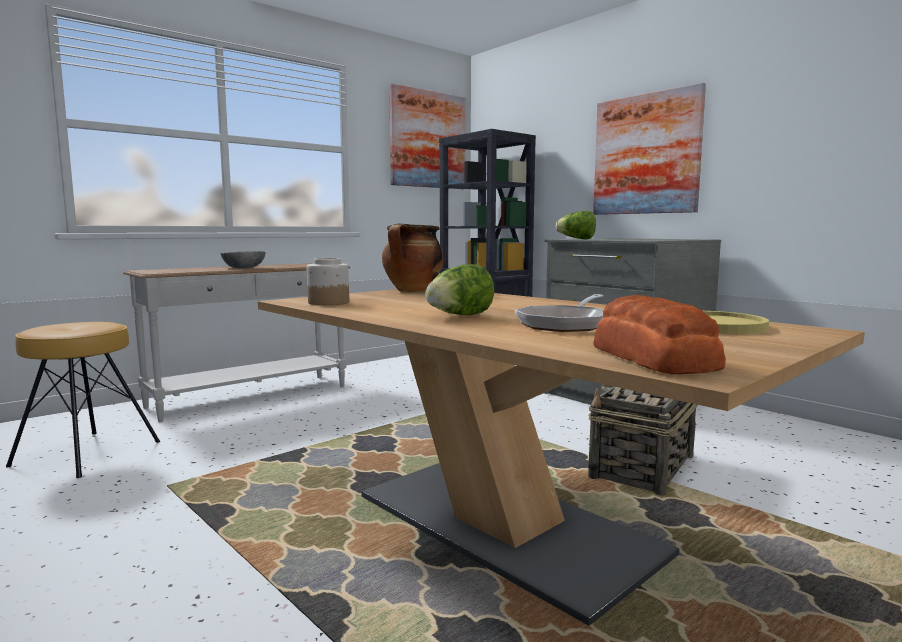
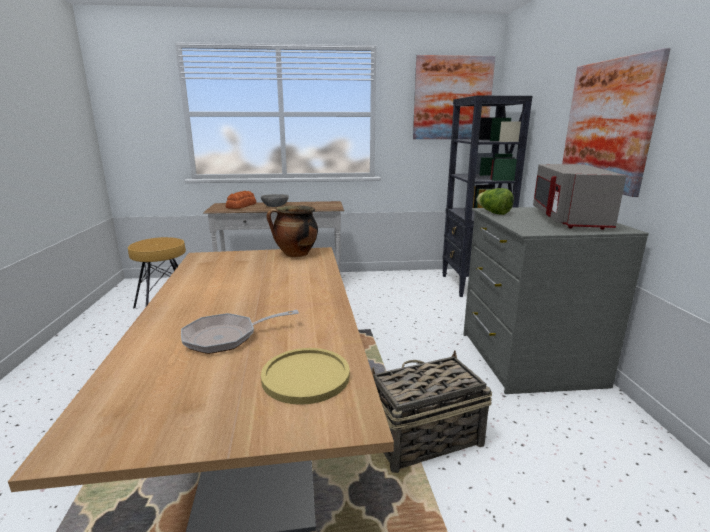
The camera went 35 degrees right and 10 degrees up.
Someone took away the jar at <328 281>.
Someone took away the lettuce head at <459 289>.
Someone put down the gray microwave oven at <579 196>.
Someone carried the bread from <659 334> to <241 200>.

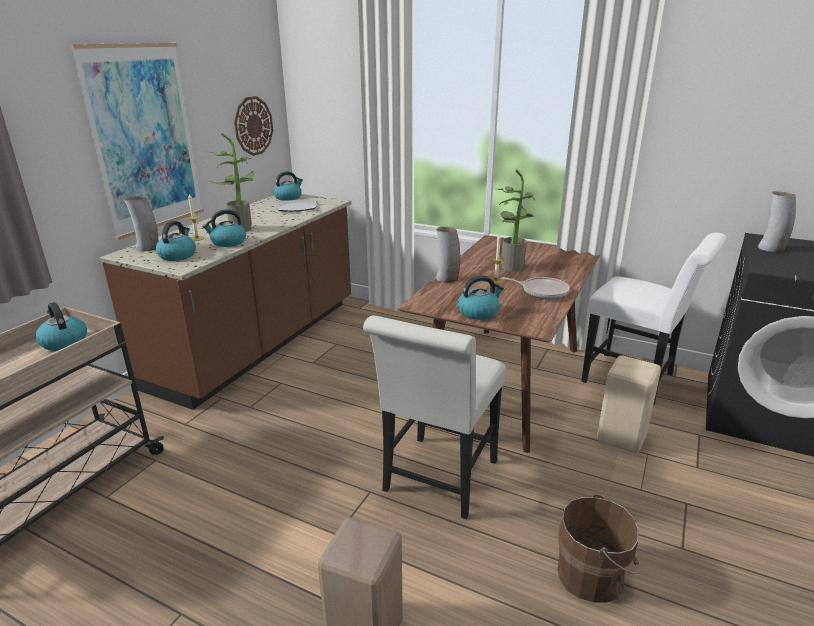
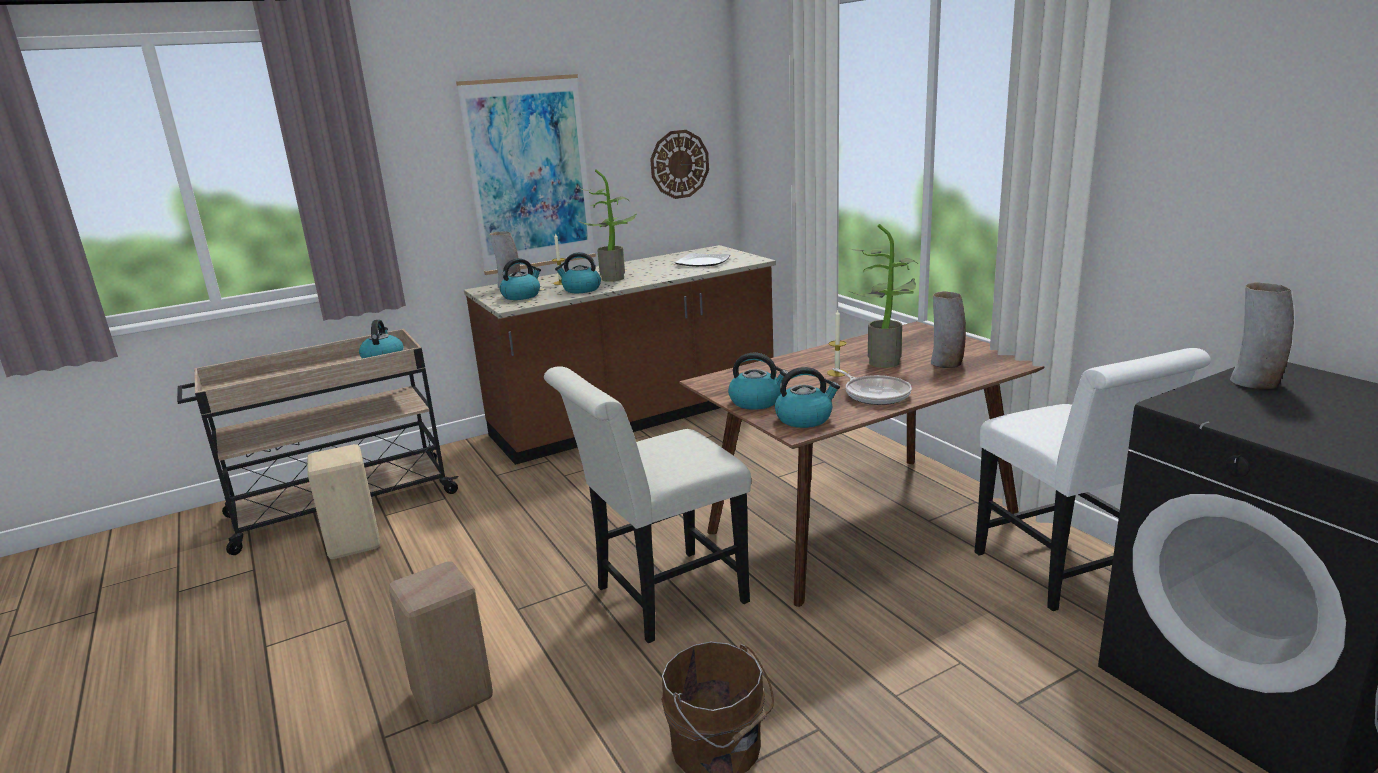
The camera went 35 degrees right and 5 degrees down.
Someone carried the tea kettle from <288 185> to <807 397>.
Someone carried the decorative vase from <448 254> to <948 329>.
Someone carried the beige sitting stool from <629 404> to <343 501>.

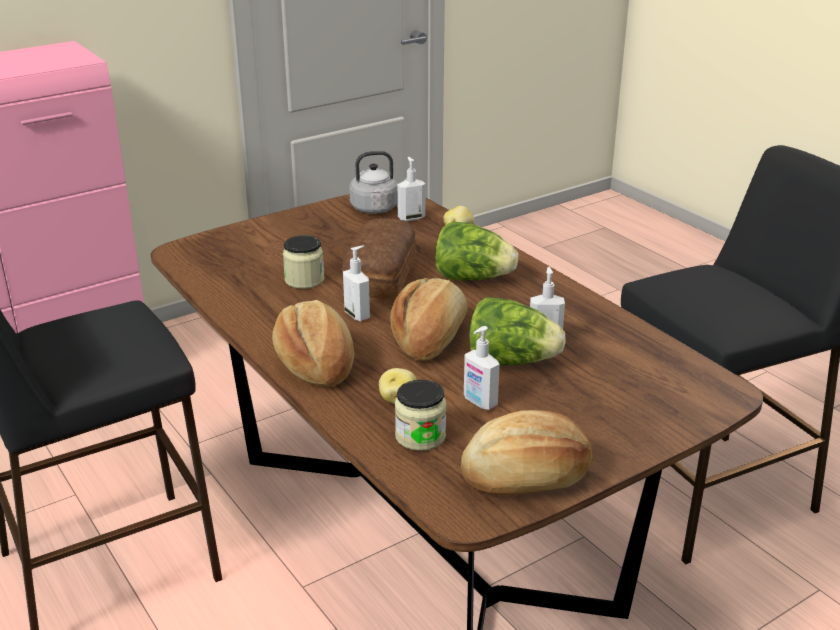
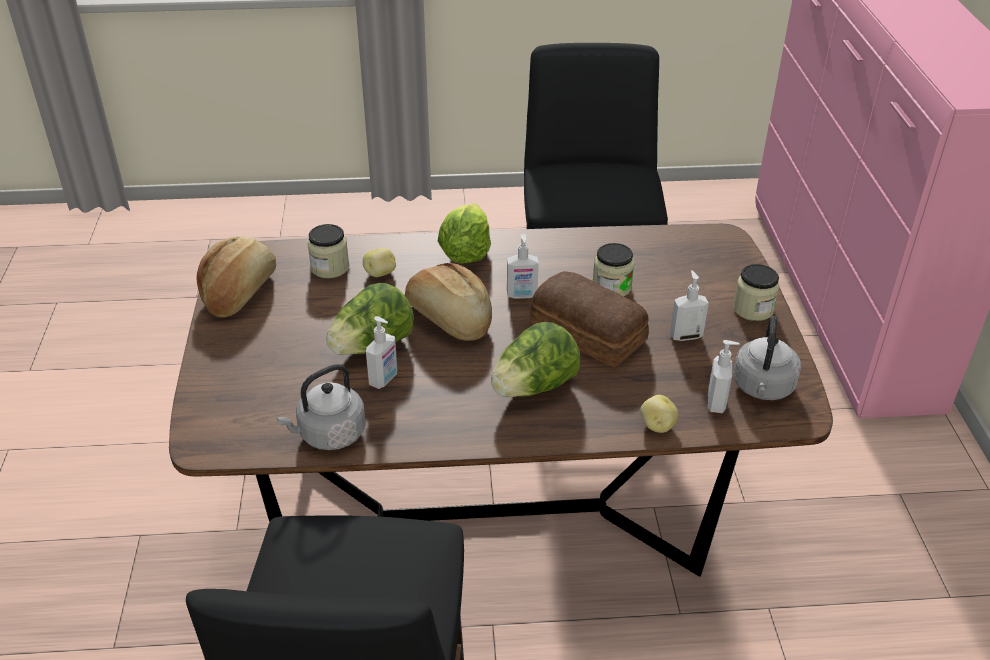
The camera went 120 degrees right and 10 degrees up.
Someone put down the gray tea kettle at <321 407>.
Someone put down the jar at <756 292>.
Someone carried the liquid soap bottle from <482 368> to <689 305>.
Someone swapped the bread at <313 343> for the lettuce head at <464 233>.

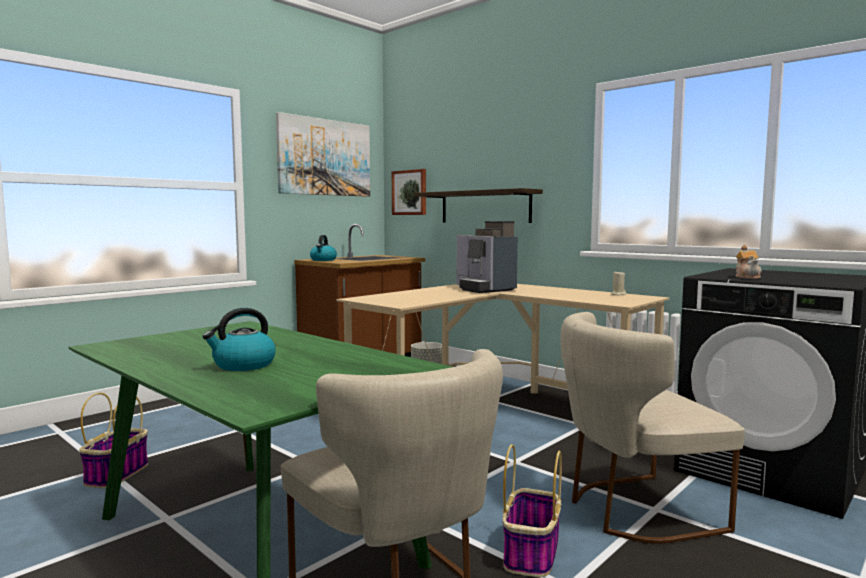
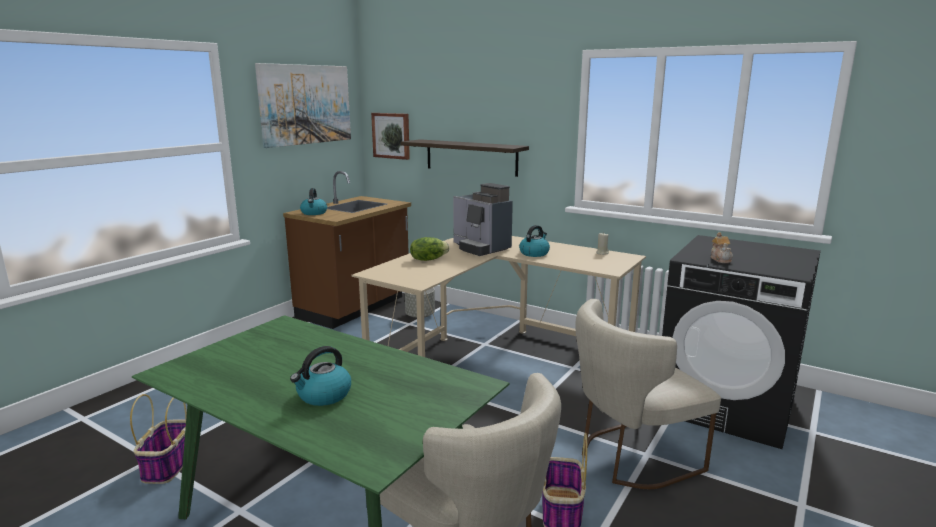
The camera went 10 degrees left and 10 degrees up.
Someone put down the lettuce head at <429 249>.
Someone put down the tea kettle at <534 241>.

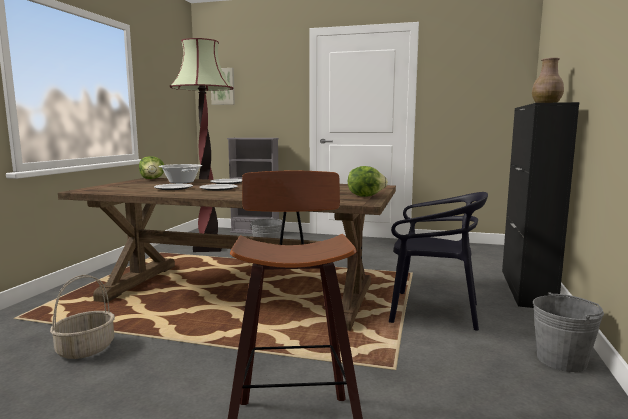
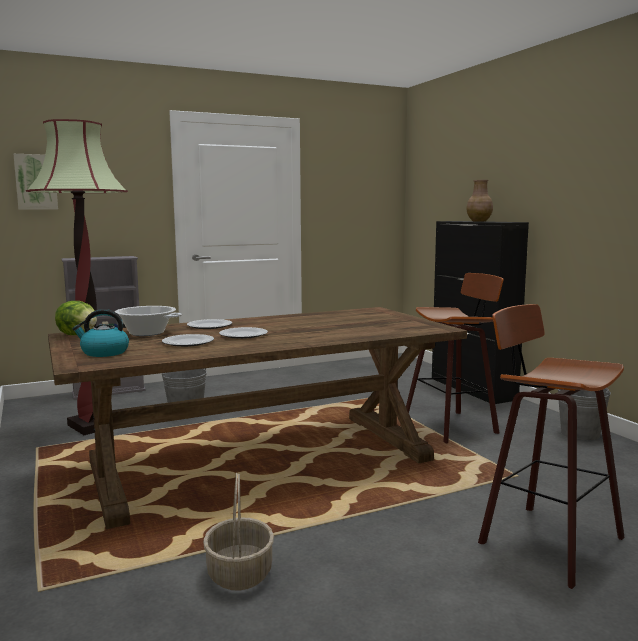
The camera went 40 degrees left and 0 degrees up.
Someone took away the lettuce head at <368 181>.
Someone put down the tea kettle at <100 333>.
Someone swapped the blackish chair at <438 261> for the sitting stool at <455 358>.

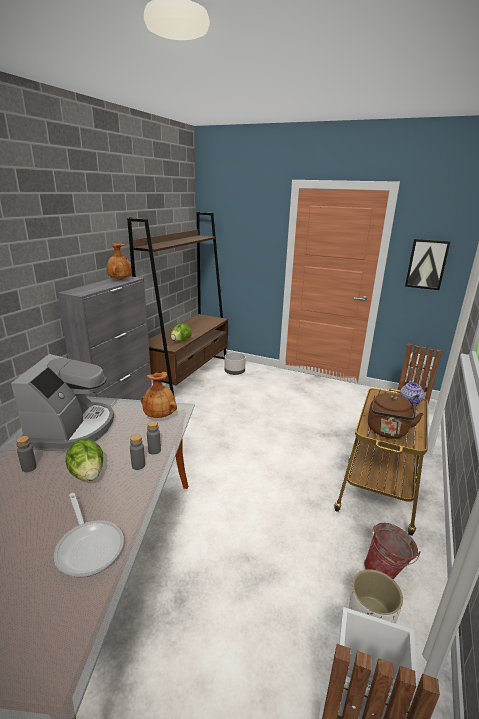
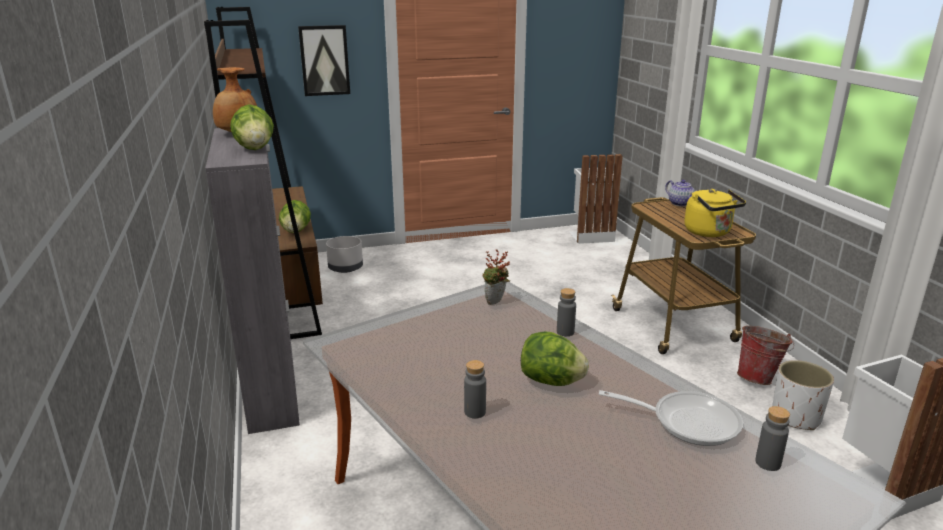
The camera went 40 degrees left and 0 degrees up.
Someone took away the coffee machine at <62 402>.
Someone put down the lettuce head at <252 127>.
Someone carried the gray beverage bottle from <137 452> to <772 438>.
Someone carried the picture from <428 264> to <324 60>.
Someone swapped the brown-coloured decorative vase at <159 395> for the potted plant at <496 277>.
Someone repainted the brown-coloured tea kettle at <395 415>, which became the yellow-coloured tea kettle at <715 213>.

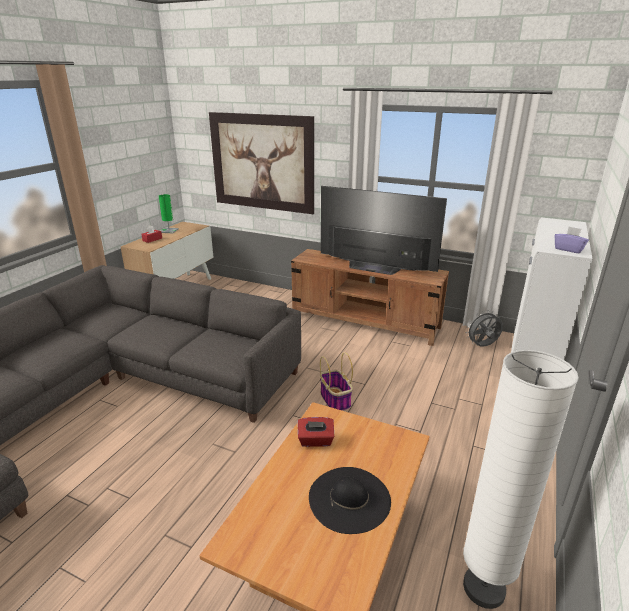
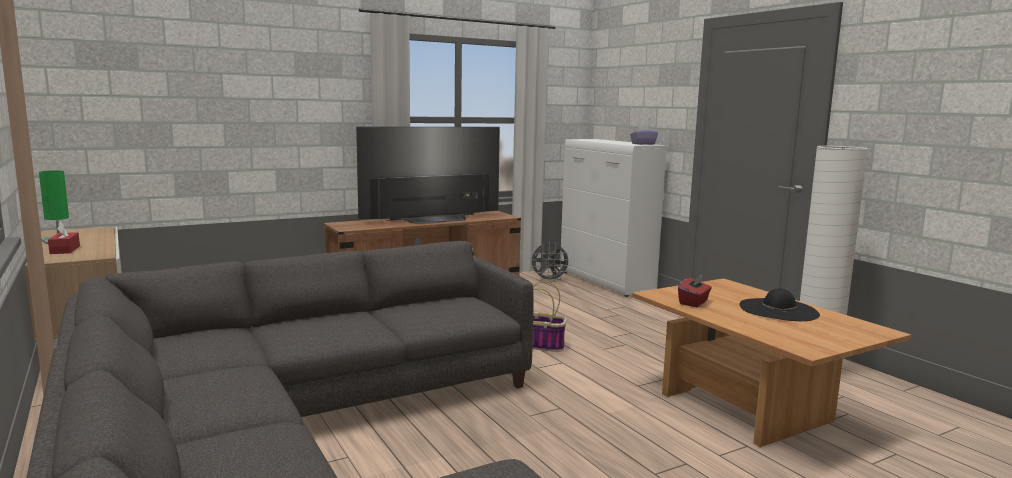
The camera went 55 degrees left and 15 degrees down.
Someone took away the picture at <261 163>.
Someone rotated the gray cooling fan at <484 328> by 120 degrees counterclockwise.

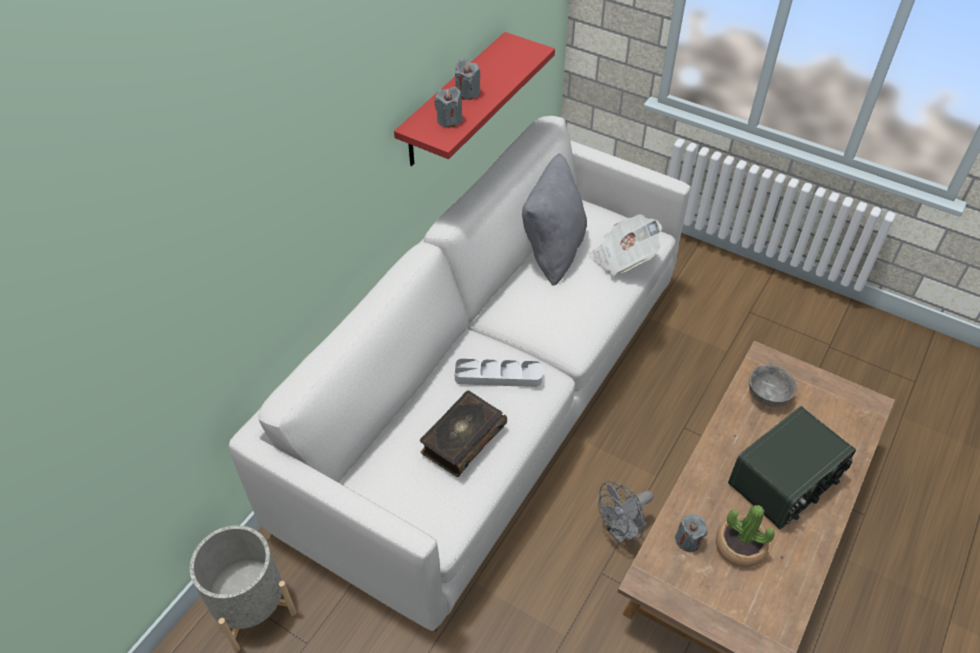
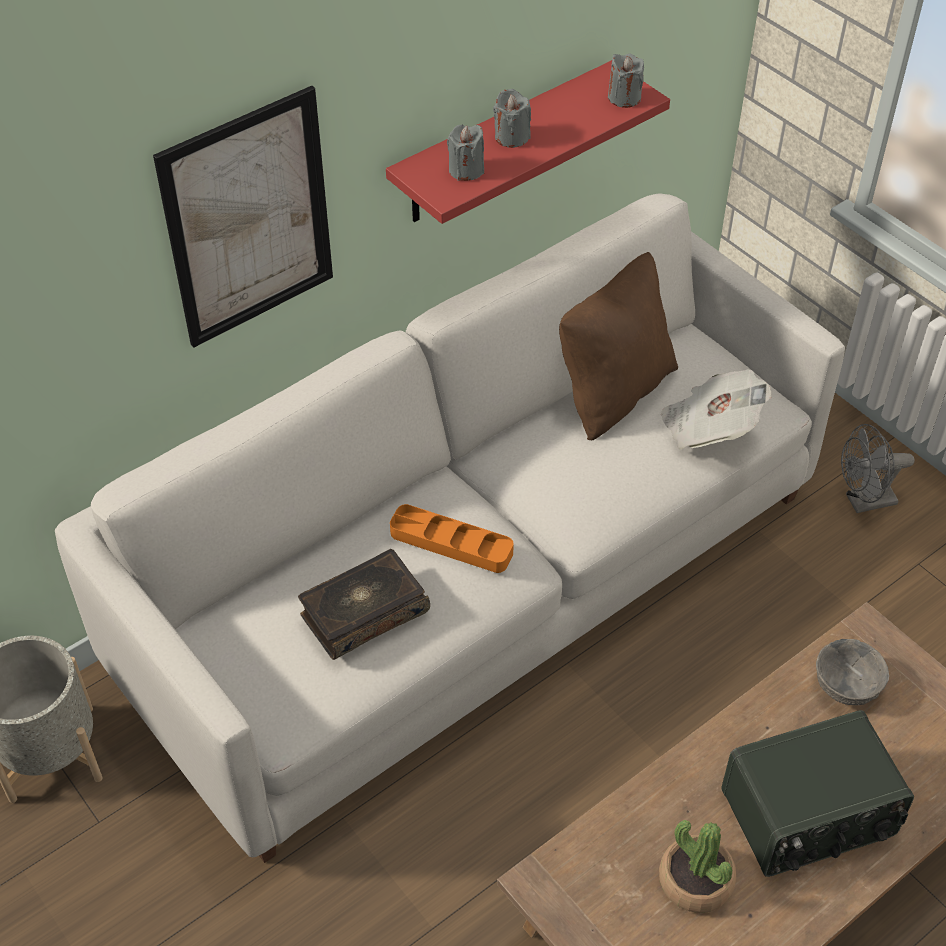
The camera went 20 degrees right and 0 degrees up.
Someone put up the picture at <243 217>.
Someone carried the gray cooling fan from <626 512> to <878 468>.
Someone carried the gray wax light from <691 533> to <626 81>.
Someone repainted the gray tray at <498 372>, which became the orange-coloured tray at <452 538>.
Someone repainted the gray throw pillow at <554 219>, which became the brown-coloured throw pillow at <618 346>.

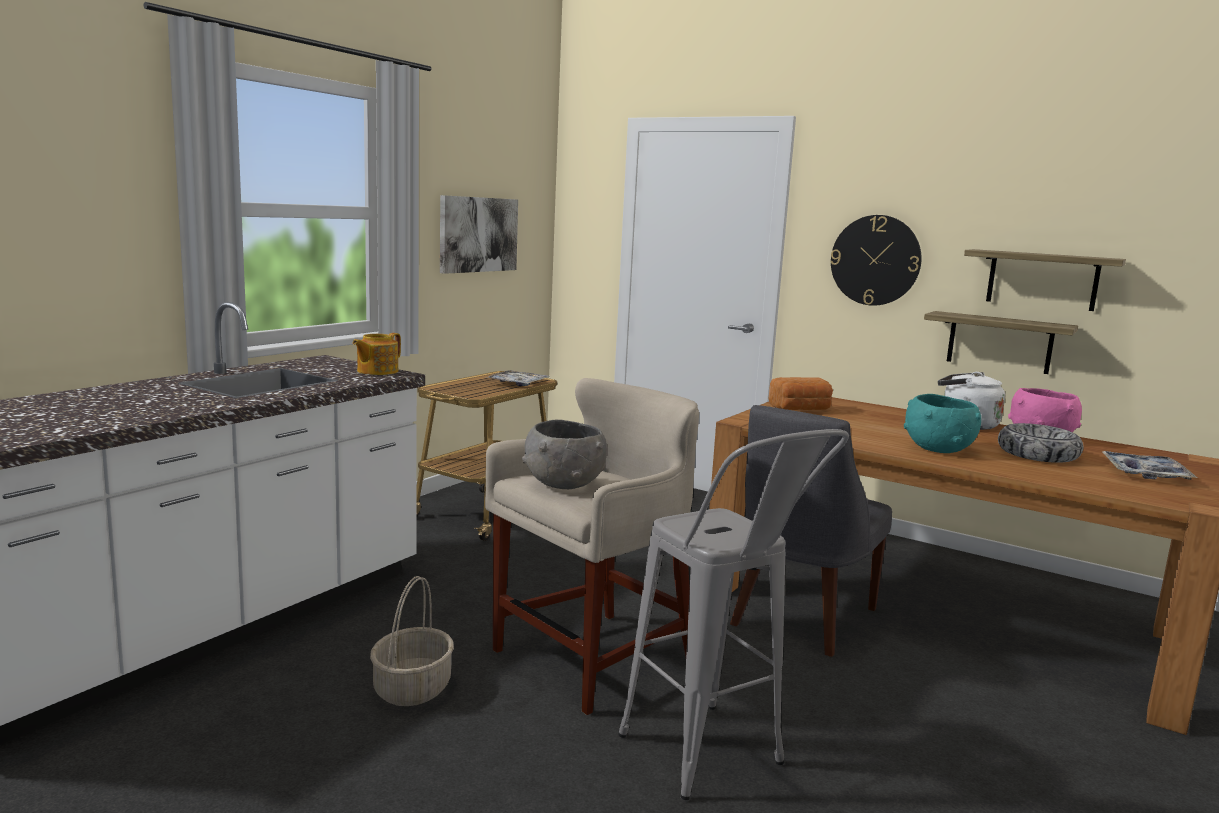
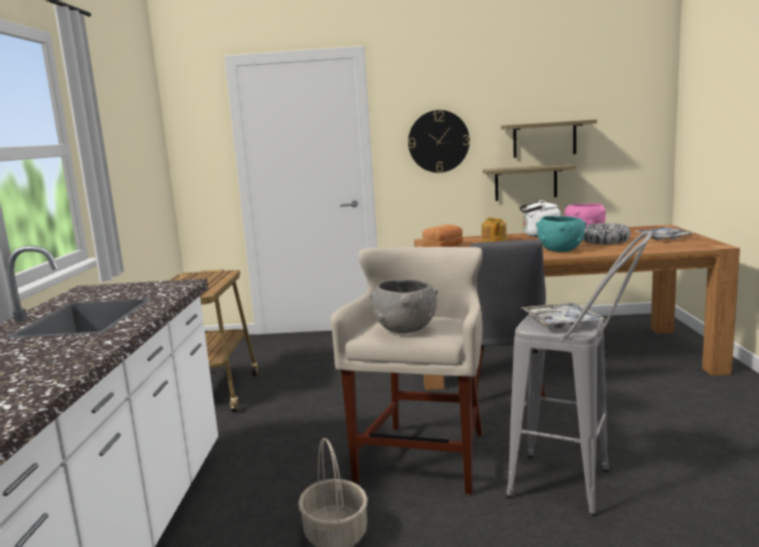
The camera went 30 degrees left and 0 degrees up.
Someone took away the picture at <479 234>.
Someone carried the tea pot from <377 354> to <494 229>.
Someone carried the tray from <518 378> to <563 314>.

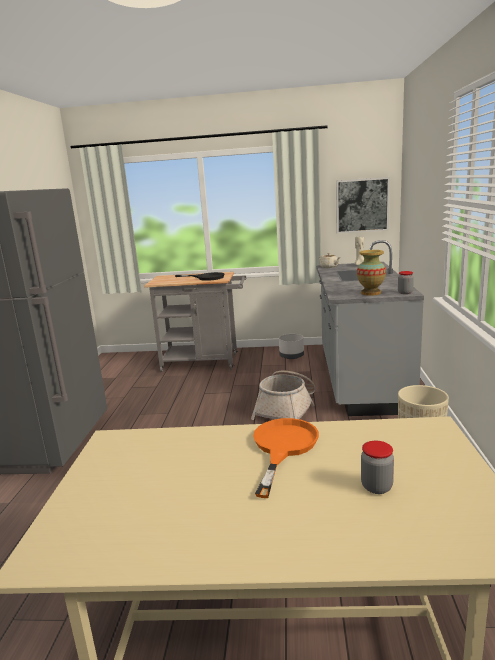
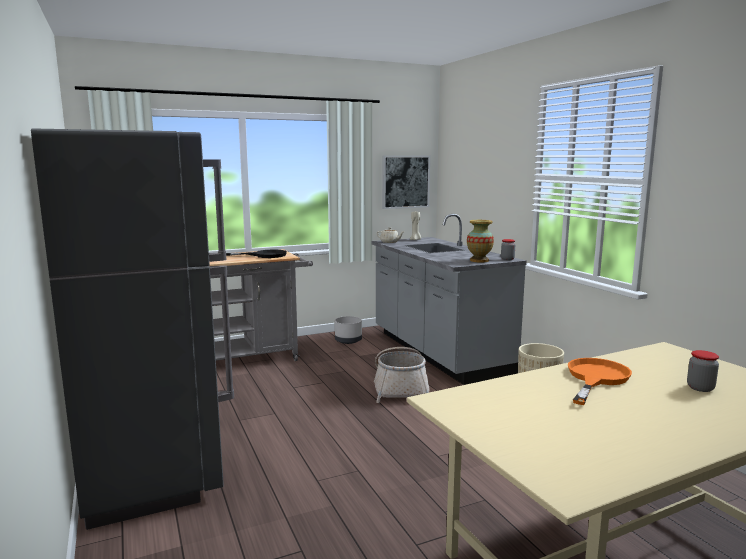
The camera went 30 degrees left and 5 degrees down.
Someone rotated the orange-coloured frying pan at <286 458> by 45 degrees clockwise.

